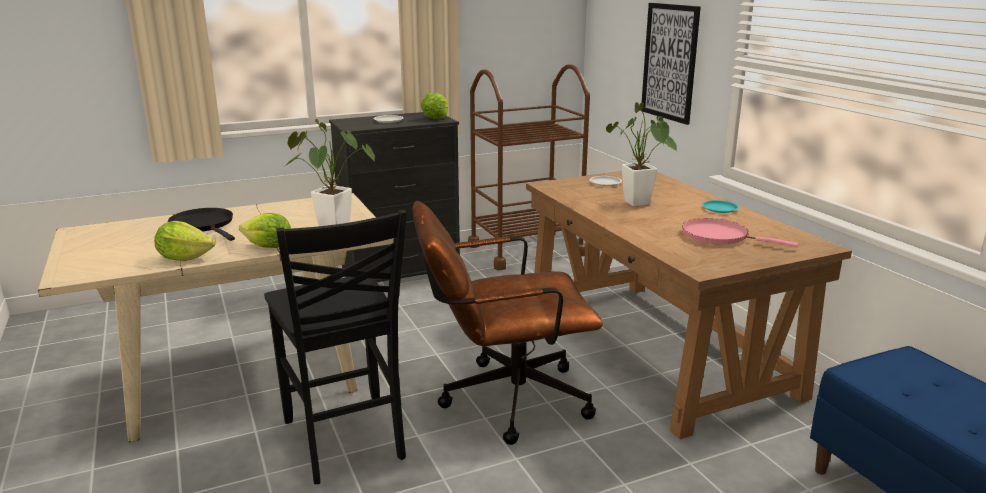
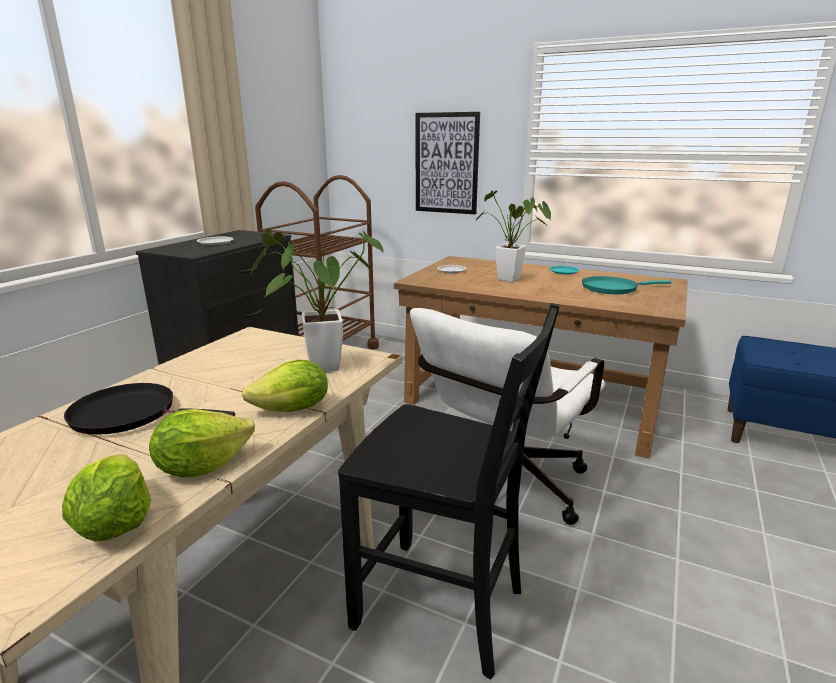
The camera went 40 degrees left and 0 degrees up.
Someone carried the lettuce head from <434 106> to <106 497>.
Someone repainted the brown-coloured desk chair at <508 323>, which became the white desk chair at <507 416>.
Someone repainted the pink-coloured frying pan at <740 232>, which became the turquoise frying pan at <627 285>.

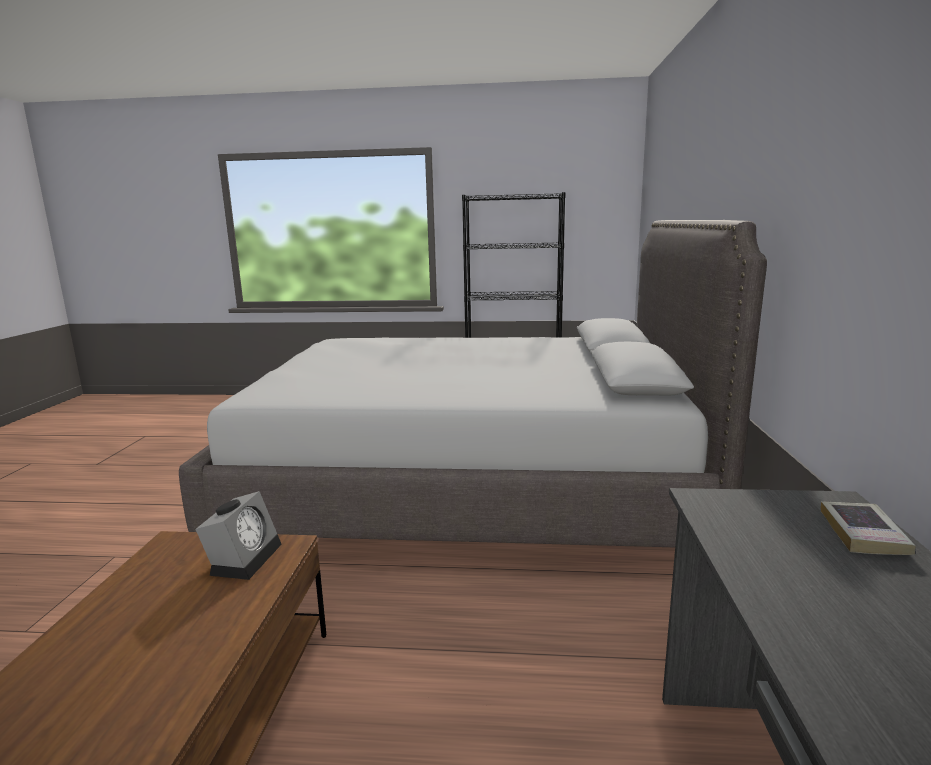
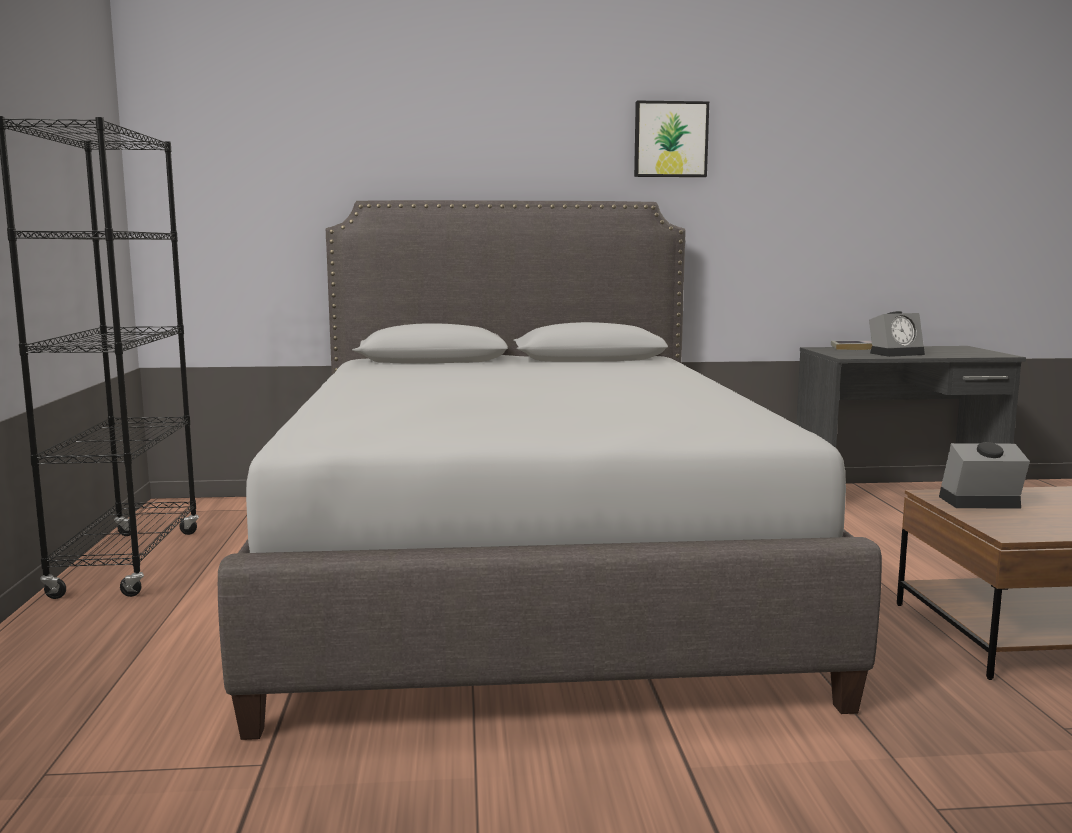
The camera went 100 degrees left and 5 degrees down.
Someone put up the picture at <671 139>.
Someone put down the bedside clock at <897 334>.

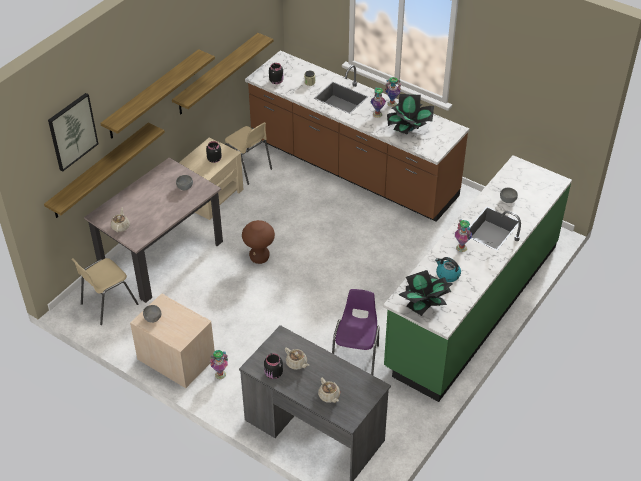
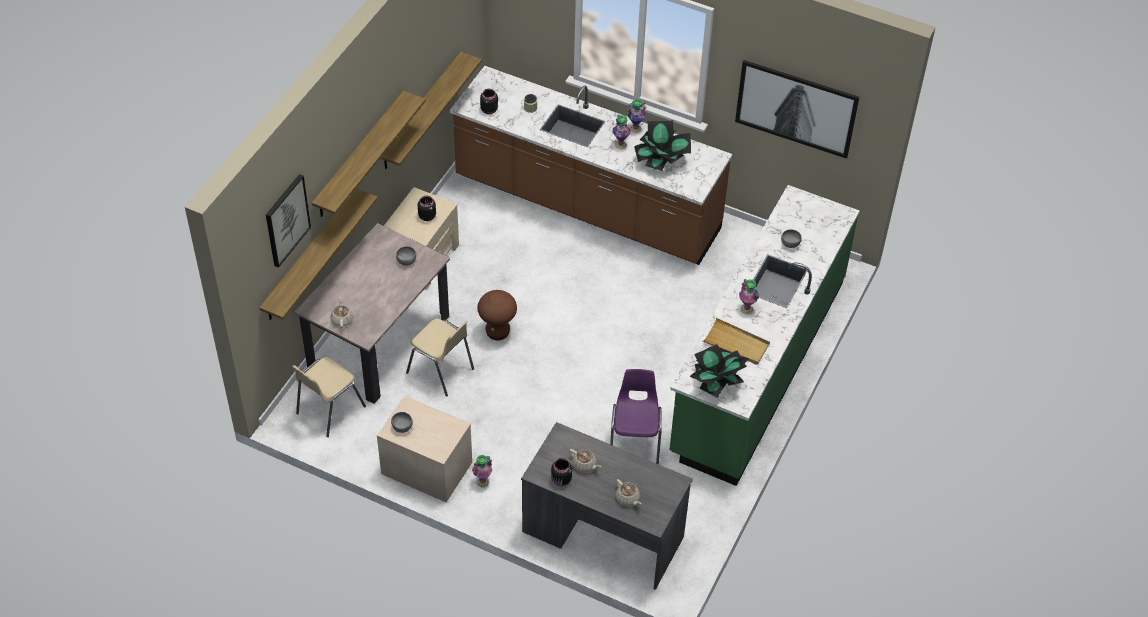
The camera went 10 degrees left and 5 degrees up.
Someone put up the picture at <797 109>.
Someone carried the beige chair from <248 153> to <440 357>.
Someone swapped the tea kettle at <448 269> for the beige tray at <736 341>.

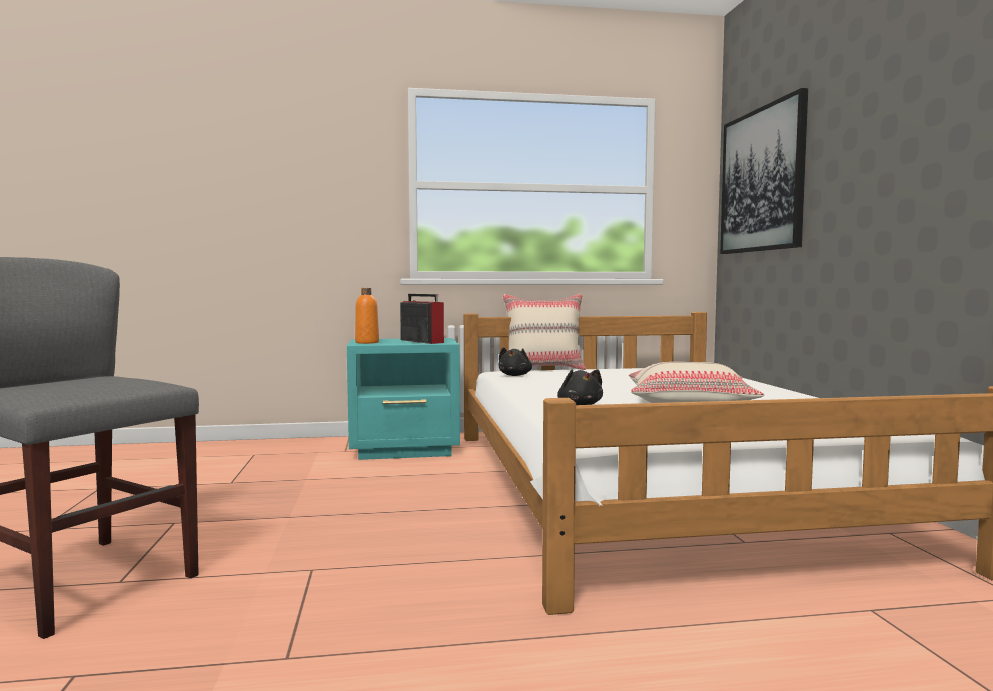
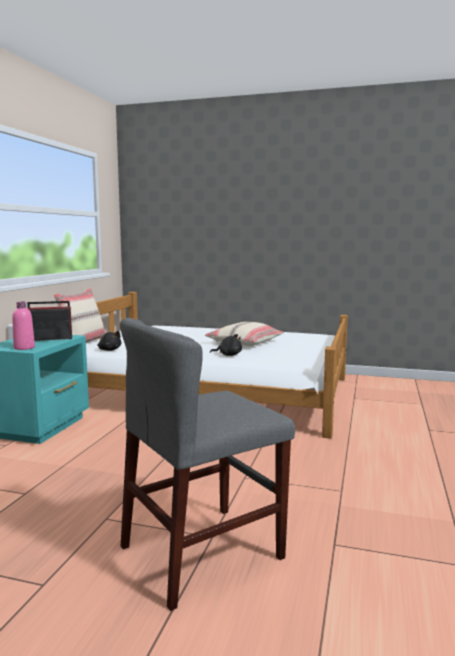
The camera went 65 degrees left and 5 degrees up.
Someone took away the picture at <764 171>.
Someone repainted the orange-coloured beverage bottle at <367 316>, which became the pink-coloured beverage bottle at <23 326>.

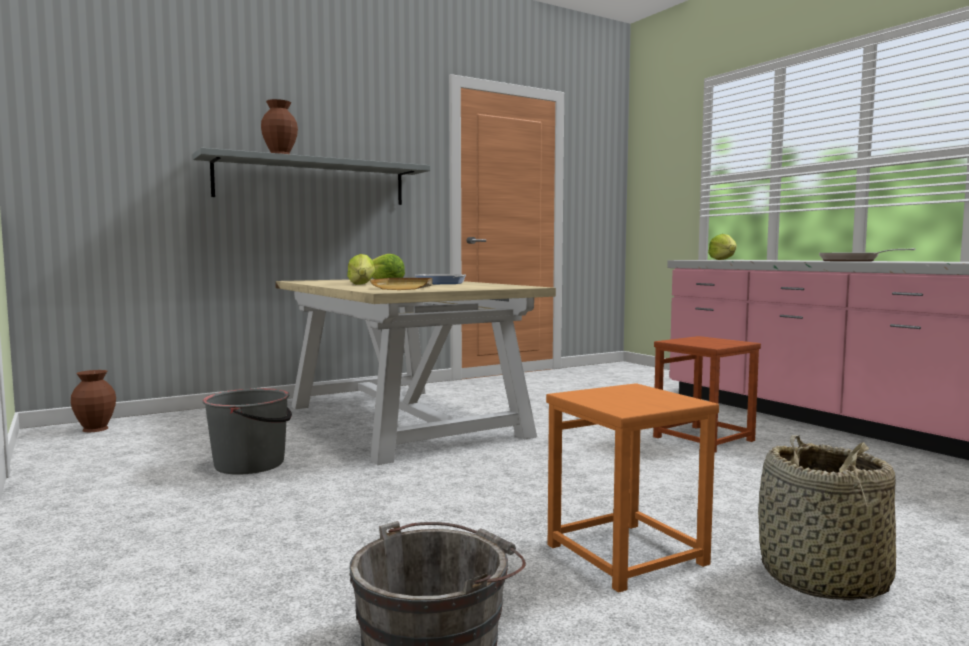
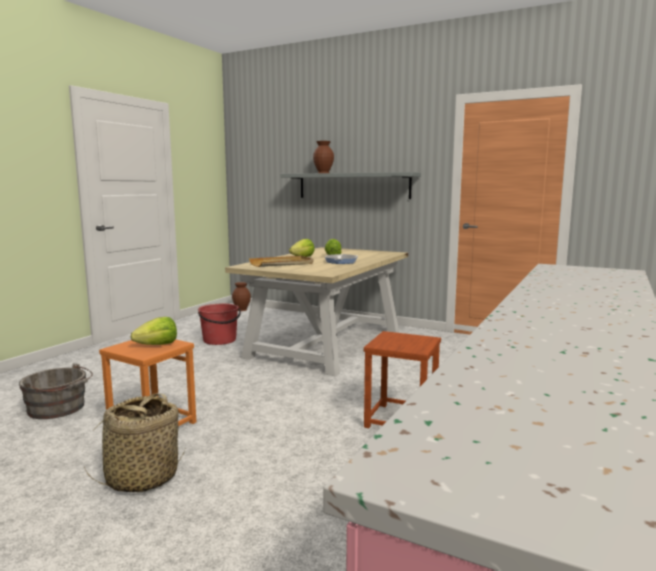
The camera went 60 degrees right and 5 degrees up.
Someone took away the frying pan at <867 254>.
Someone carried the lettuce head from <722 247> to <154 331>.
Someone repainted the gray water bucket at <247 431>, which became the red-coloured water bucket at <219 324>.

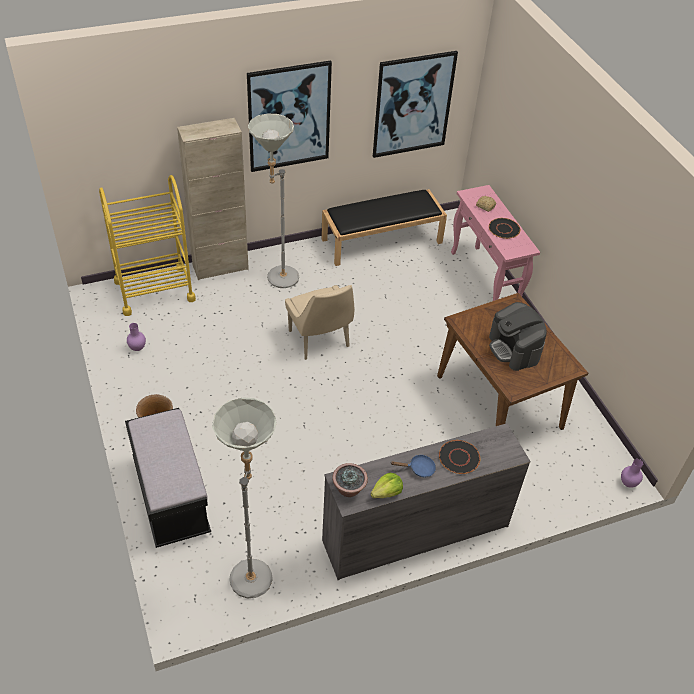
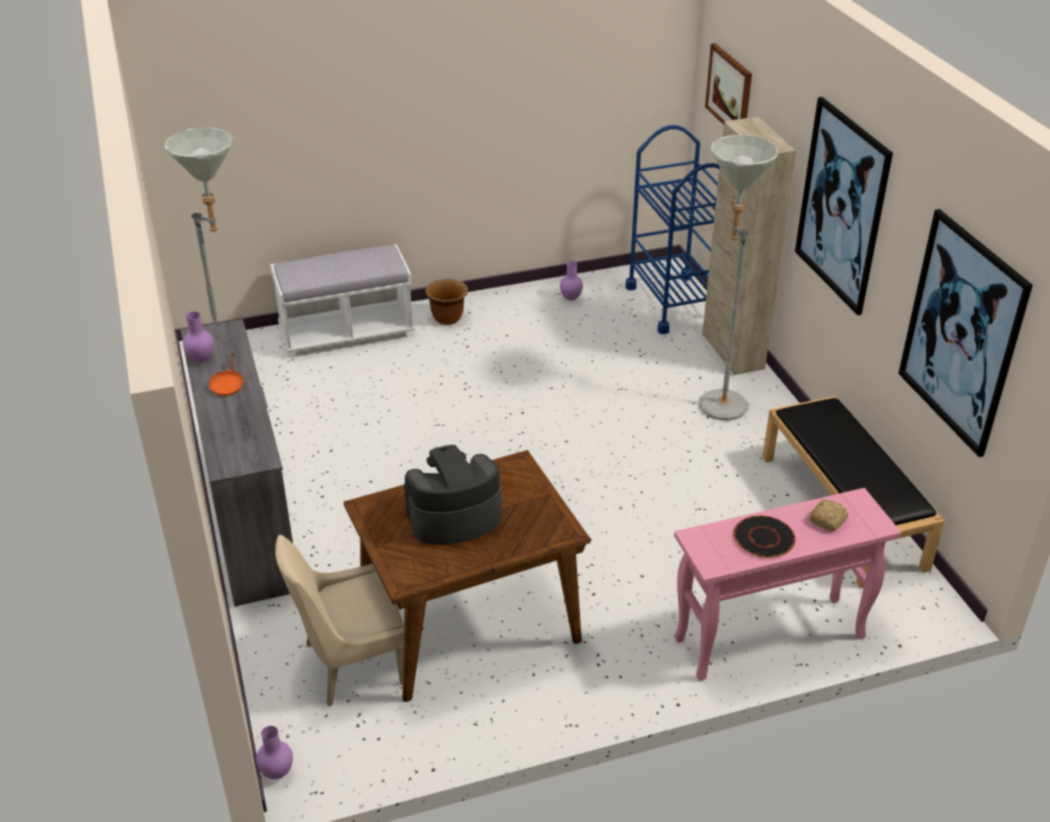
The camera went 95 degrees right and 10 degrees down.
Someone took away the potted plant at <350 480>.
Someone took away the blackish plate at <459 457>.
Someone put up the picture at <728 84>.
Someone carried the beige chair from <319 322> to <339 621>.
Someone swapped the lettuce head at <387 485> for the purple decorative vase at <198 337>.
Someone repainted the yellow-coloured cart at <147 245>, which became the bluish cart at <673 229>.
Someone repainted the blackish bench at <168 478>, which became the white bench at <342 300>.
Someone repainted the bluish frying pan at <413 466>, which became the orange-coloured frying pan at <226 374>.

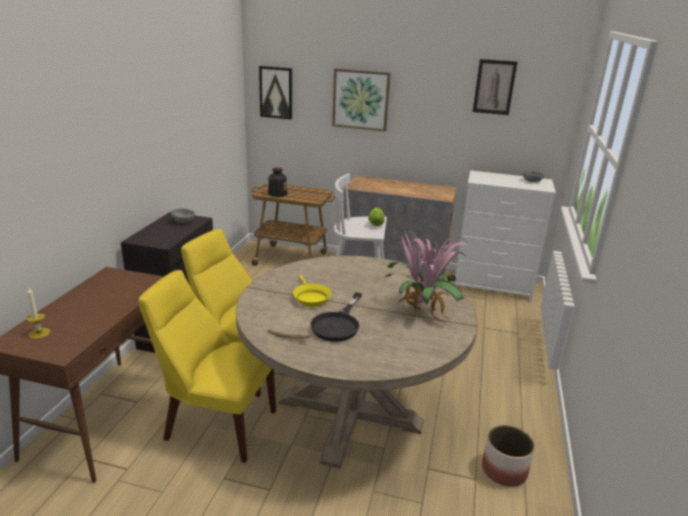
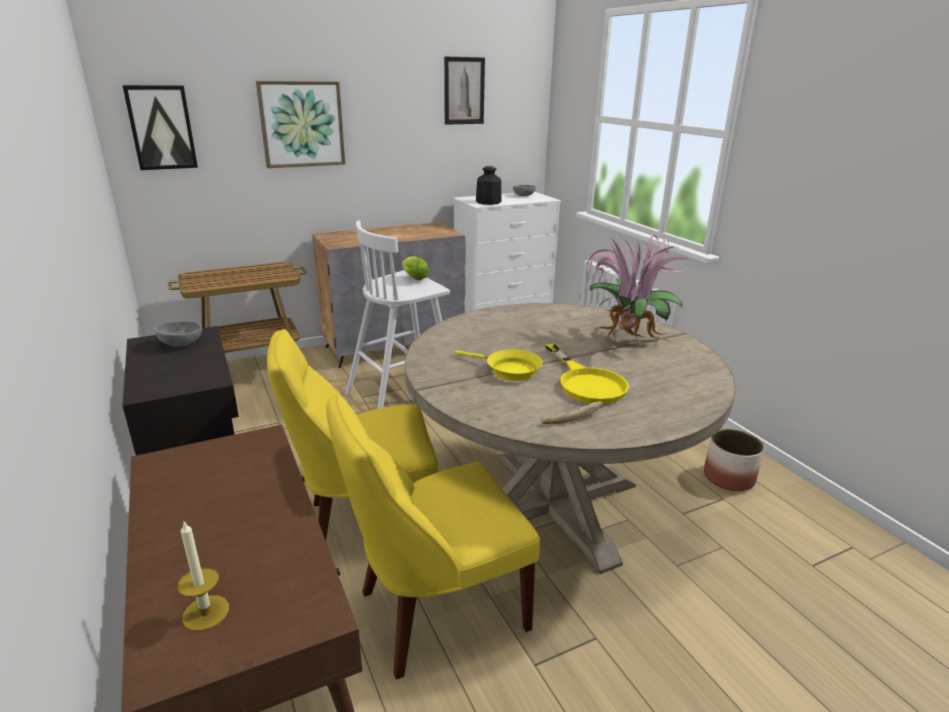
The camera went 40 degrees left and 0 degrees up.
Someone carried the beverage bottle from <277 182> to <489 185>.
Someone repainted the blackish frying pan at <336 317>, which became the yellow-coloured frying pan at <587 374>.

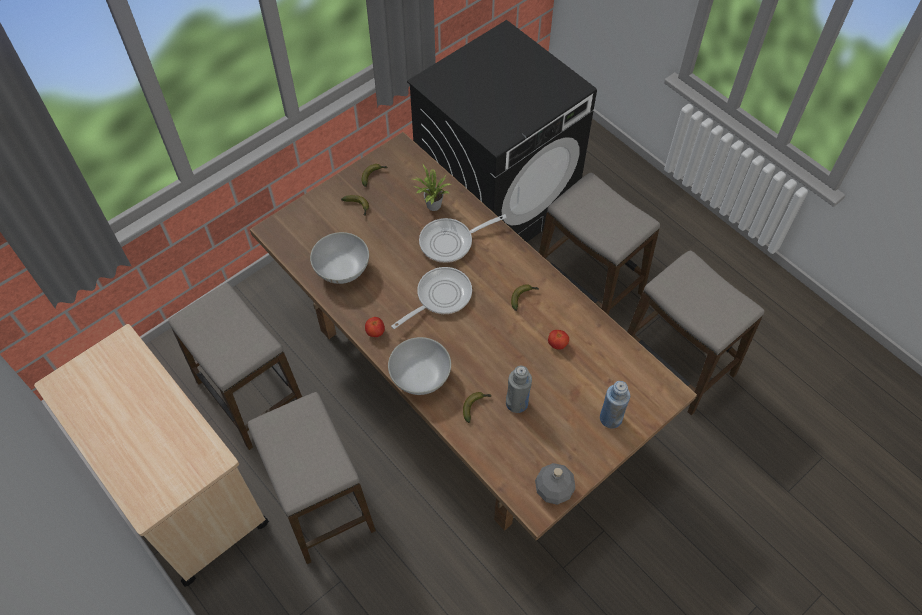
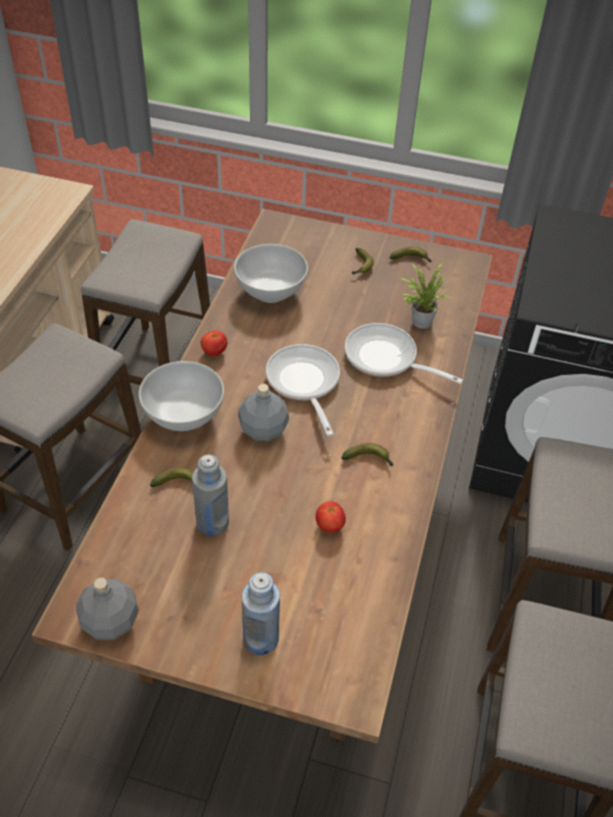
The camera went 55 degrees right and 10 degrees down.
Someone put down the gray beverage bottle at <263 412>.
Someone rotated the frying pan at <431 298> by 120 degrees counterclockwise.

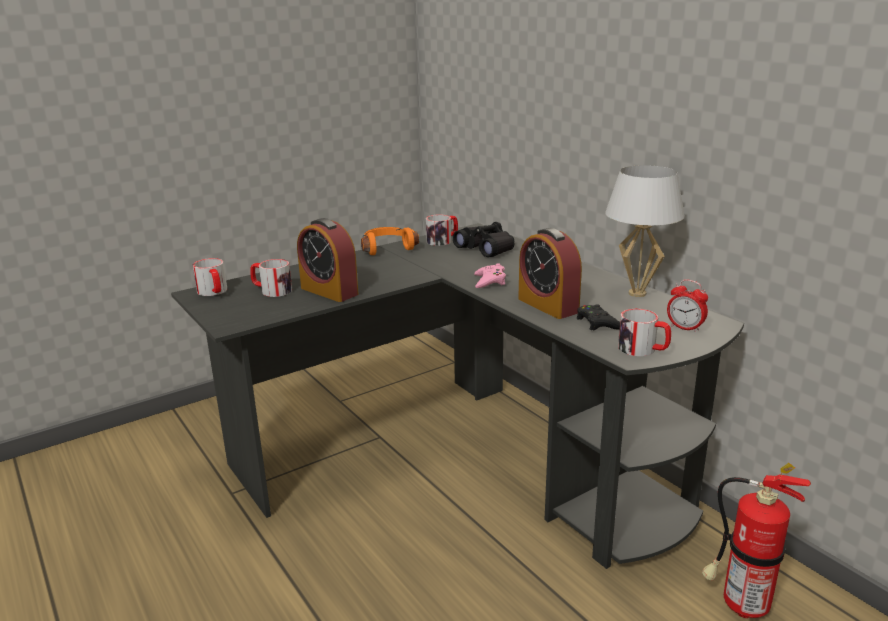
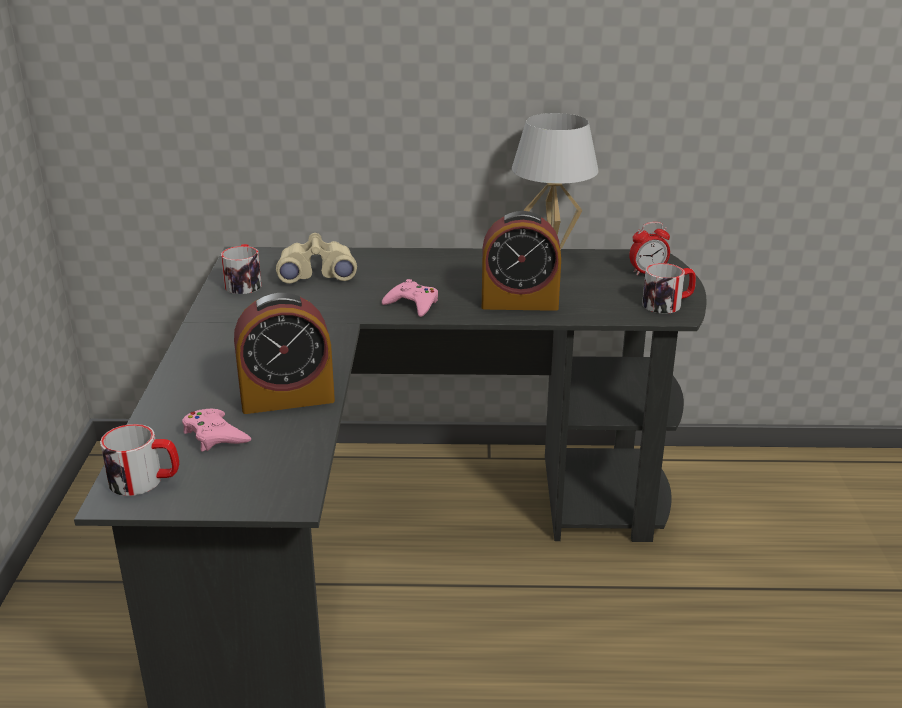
The camera went 55 degrees left and 5 degrees up.
Someone took away the orange-coloured headphones at <390 241>.
Someone took away the blackish joypad at <598 317>.
Someone took away the extinguisher at <756 540>.
Someone swapped the coffee mug at <271 278> for the pink-coloured joypad at <216 430>.
Someone repainted the blackish binoculars at <483 239>, which became the beige binoculars at <316 258>.

